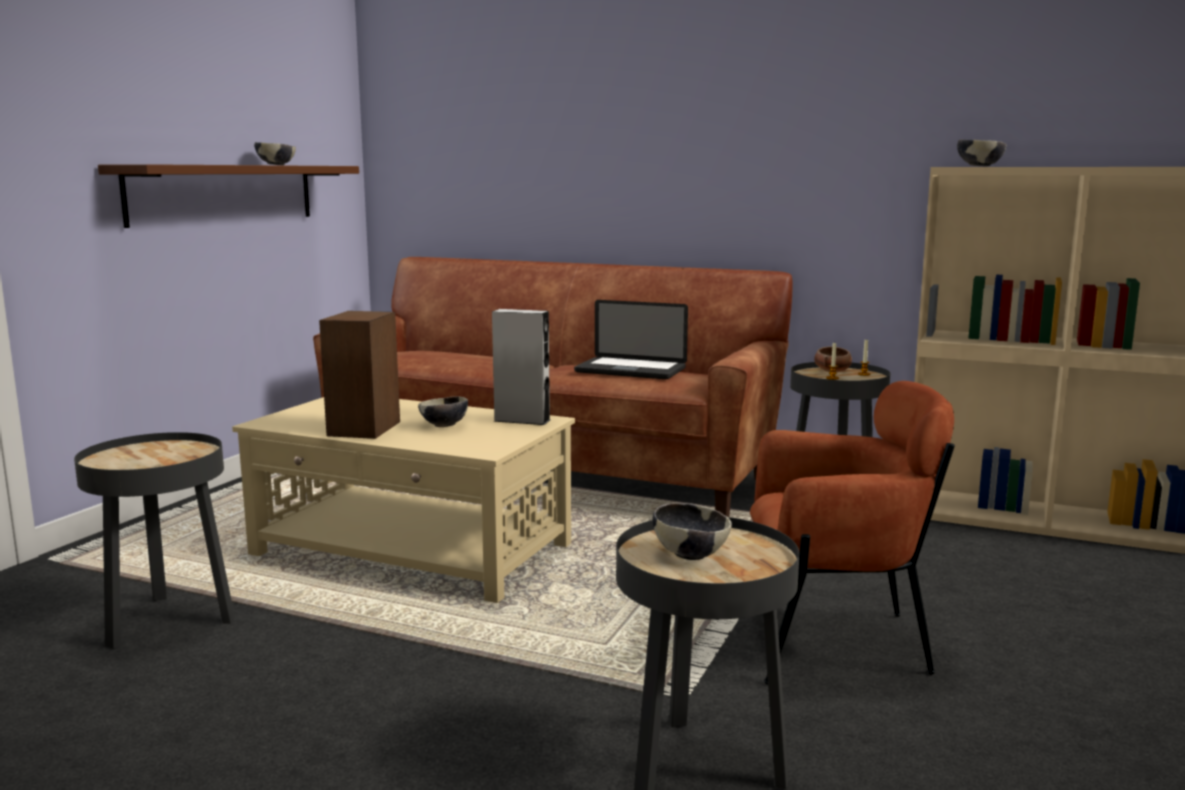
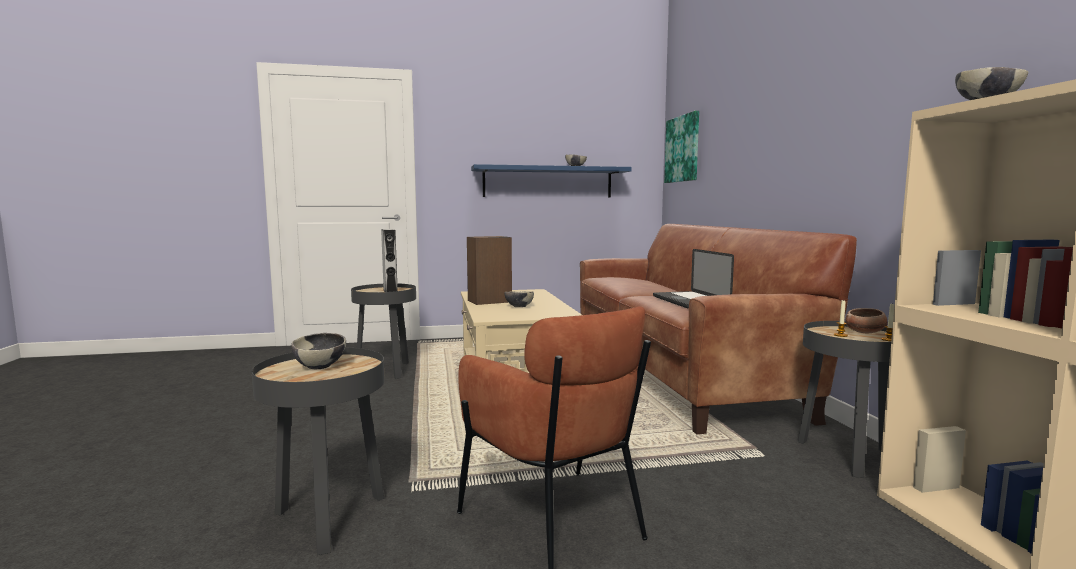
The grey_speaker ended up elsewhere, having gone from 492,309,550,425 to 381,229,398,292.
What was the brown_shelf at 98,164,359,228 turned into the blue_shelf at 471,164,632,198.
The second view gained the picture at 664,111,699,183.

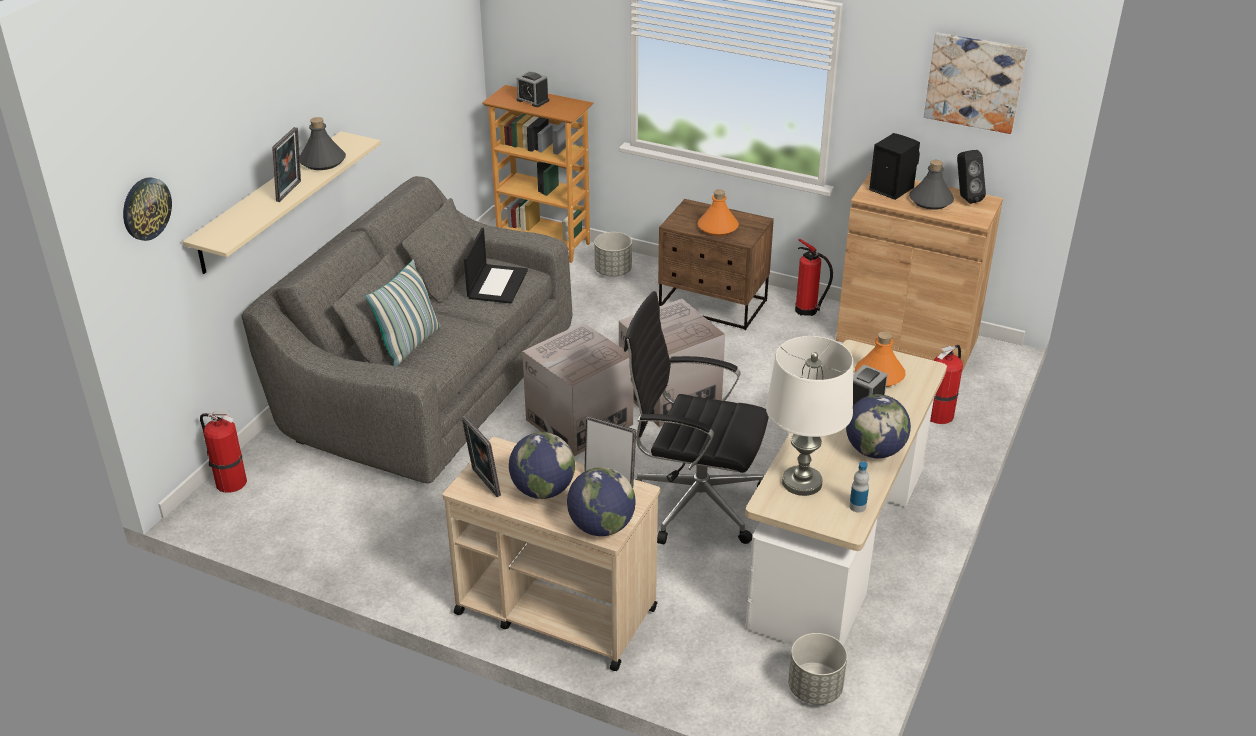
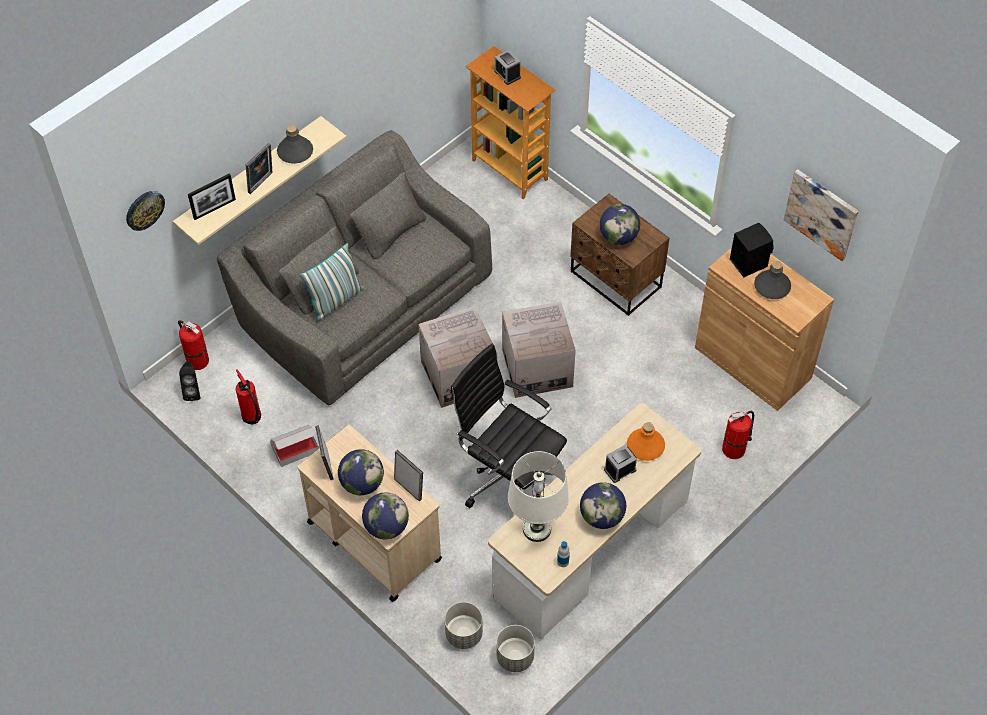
The black_speaker ended up elsewhere, having gone from 957,150,986,204 to 179,361,200,401.
The second view gained the picture_frame at 188,174,236,220.
The fire_extinguisher ended up elsewhere, having gone from 795,239,833,316 to 236,369,261,425.
The second view gained the cardboard_box at 270,424,319,467.
The grey_planter ended up elsewhere, having gone from 594,232,632,277 to 445,602,483,649.
Where the orange_bottle stood at 697,189,739,236, the globe came to stand at 600,204,640,245.
The second view lost the laptop at 464,228,528,304.

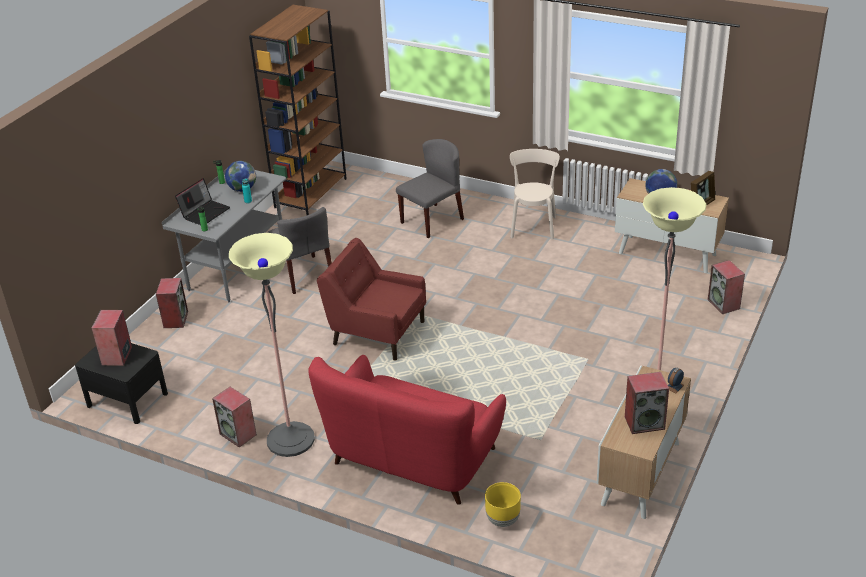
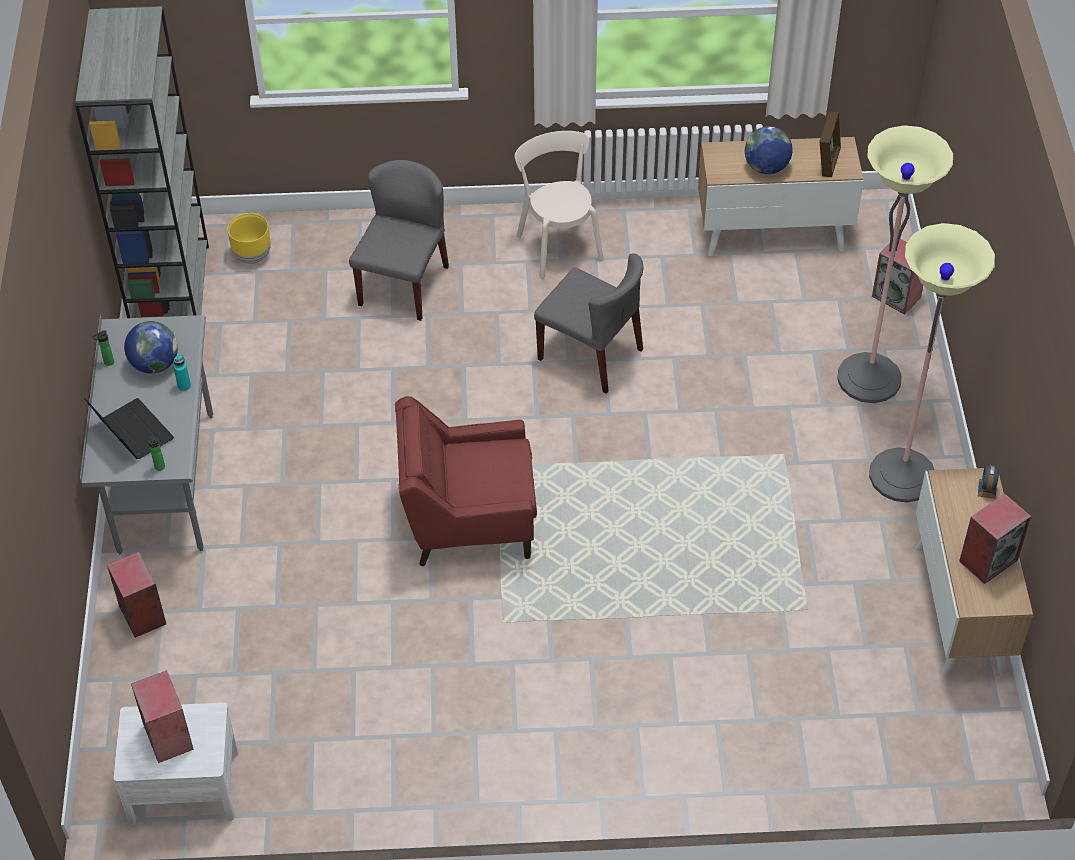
What was the brown_bookcase at 249,5,347,215 turned into the grey_bookcase at 75,6,209,318.
The laptop at 175,178,230,225 ended up facing another way, 45 degrees counterclockwise from before.
What was the black_nightstand at 75,343,168,424 turned into the white_nightstand at 113,703,238,825.
The yellow_planter ended up elsewhere, having gone from 485,482,521,527 to 227,213,271,264.
The grey_chair ended up elsewhere, having gone from 268,207,332,294 to 534,253,644,393.
The floor_lamp ended up elsewhere, having gone from 229,233,315,457 to 837,125,953,403.
The second view lost the speaker at 212,387,257,447.
The second view lost the red_sofa at 308,355,506,505.

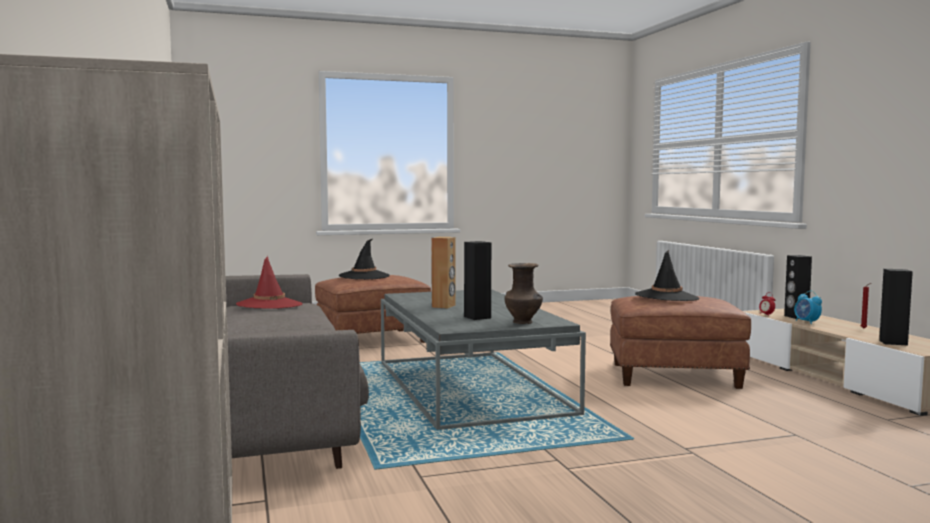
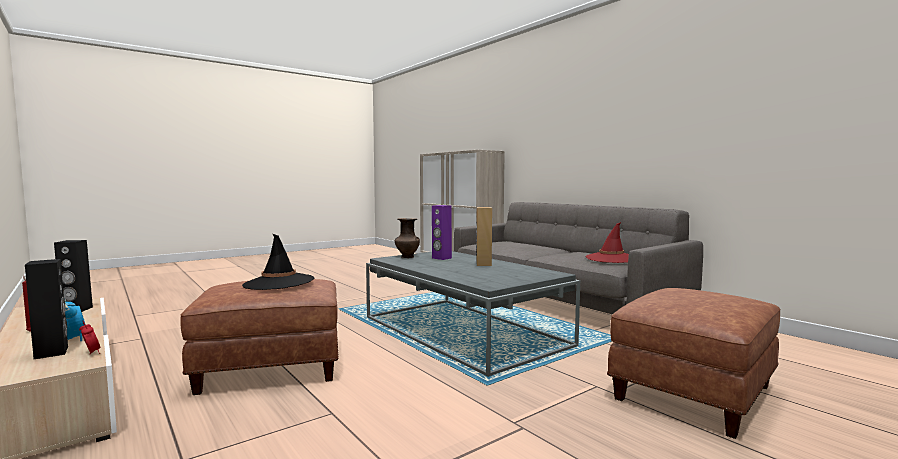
What was the black_speaker at 464,241,491,320 turned into the purple_speaker at 432,205,452,260.
The second view lost the black_hat at 339,239,390,280.

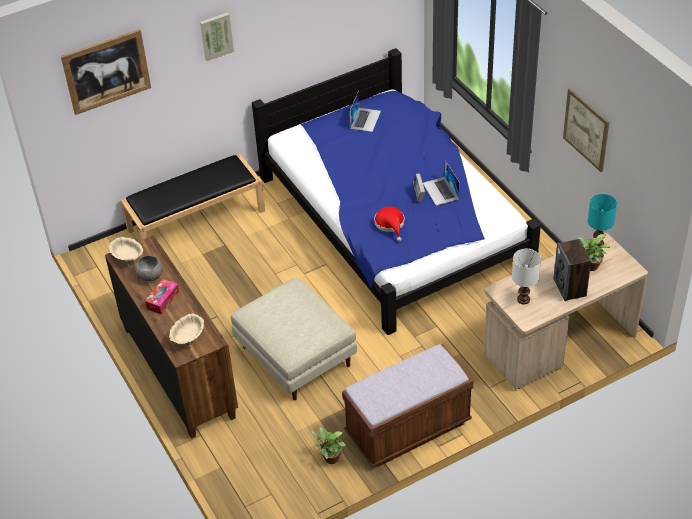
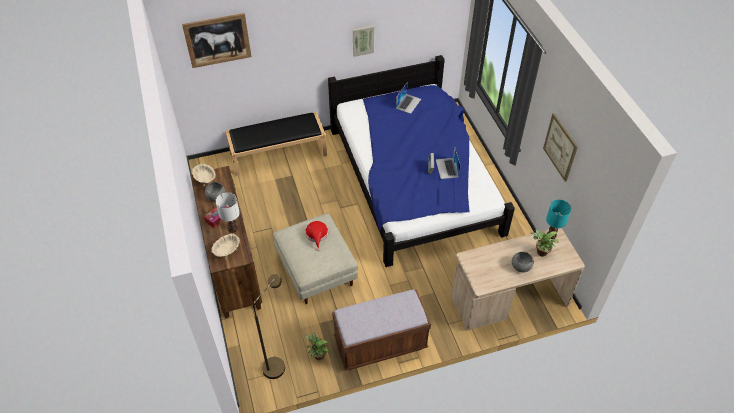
The white_table_lamp ended up elsewhere, having gone from 512,249,541,304 to 216,192,240,233.
The second view gained the brown_floor_lamp at 253,274,285,379.
The red_hat ended up elsewhere, having gone from 374,207,405,241 to 305,221,328,251.
The picture ended up elsewhere, having gone from 200,12,234,61 to 353,25,374,57.
Where the speaker stood at 553,239,591,301, the grey_bowl came to stand at 512,252,534,272.

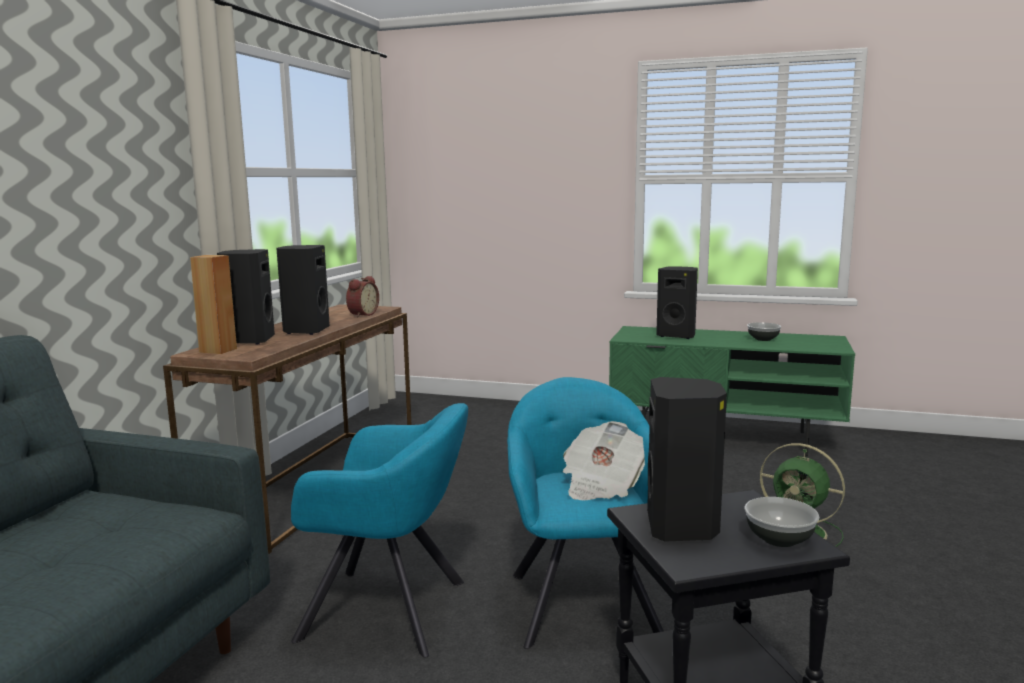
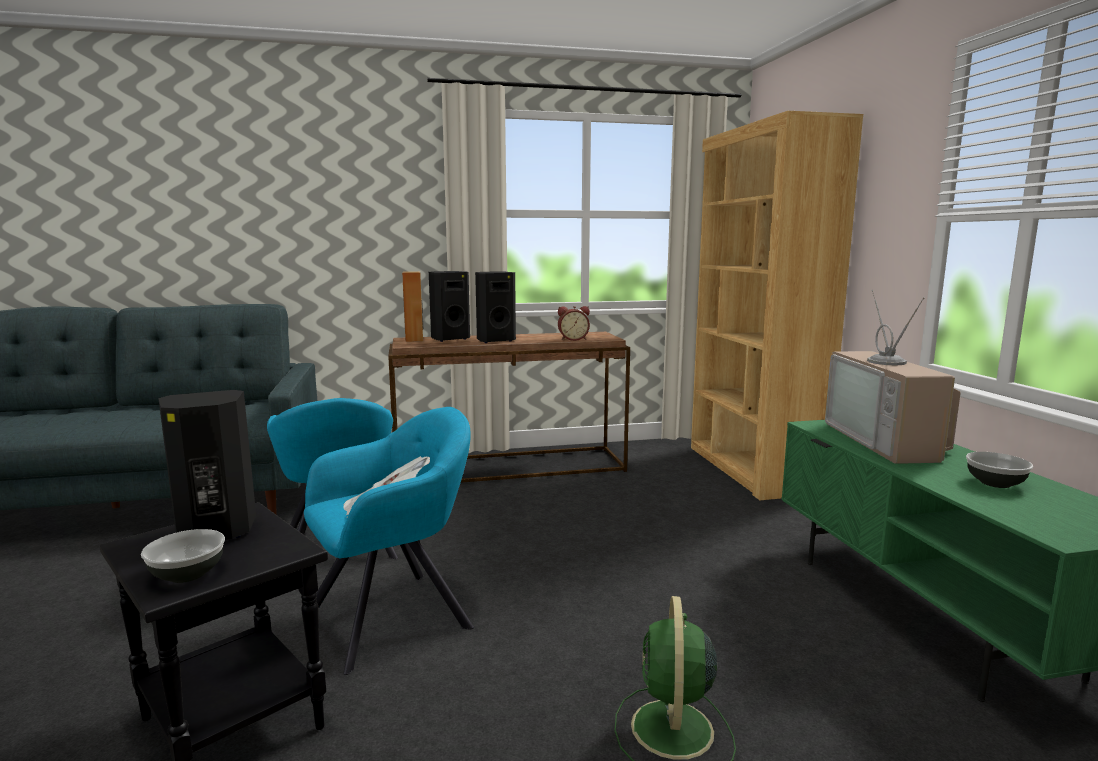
The second view gained the brown_bookcase at 691,111,863,500.
Where the black_speaker stood at 656,266,698,339, the television came to stand at 825,290,961,464.

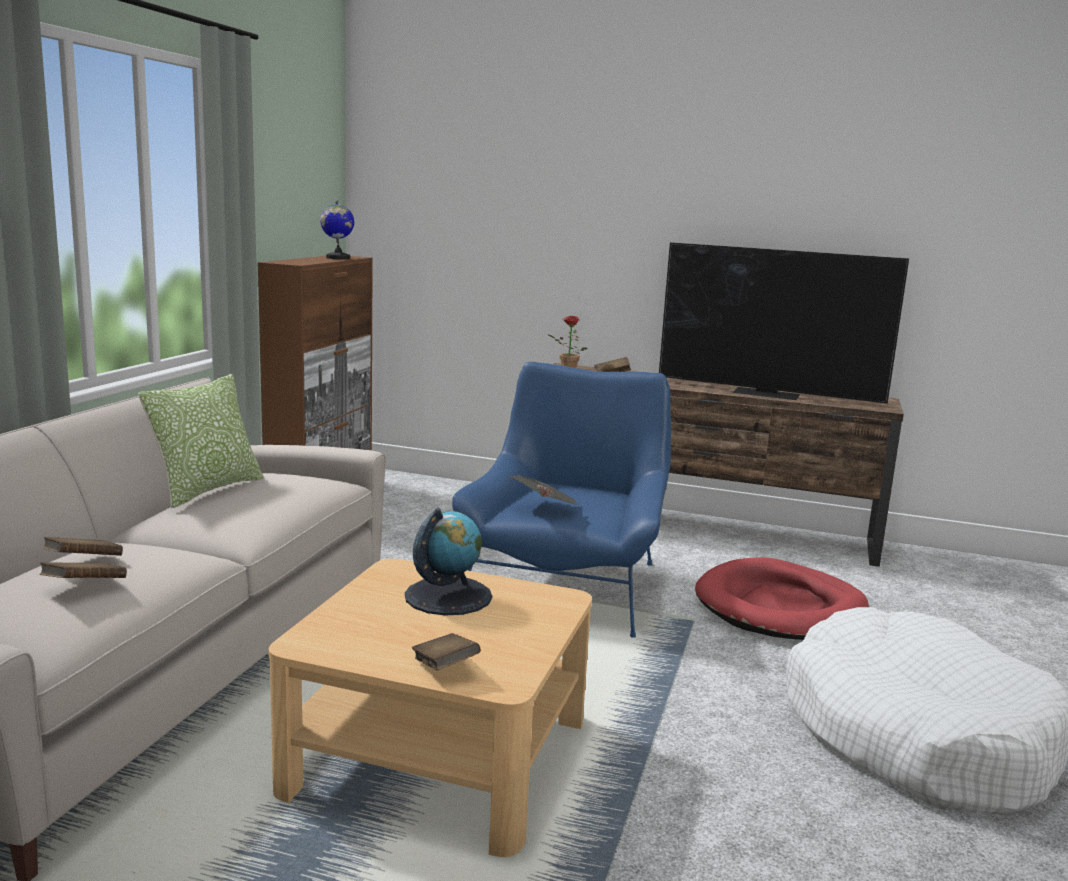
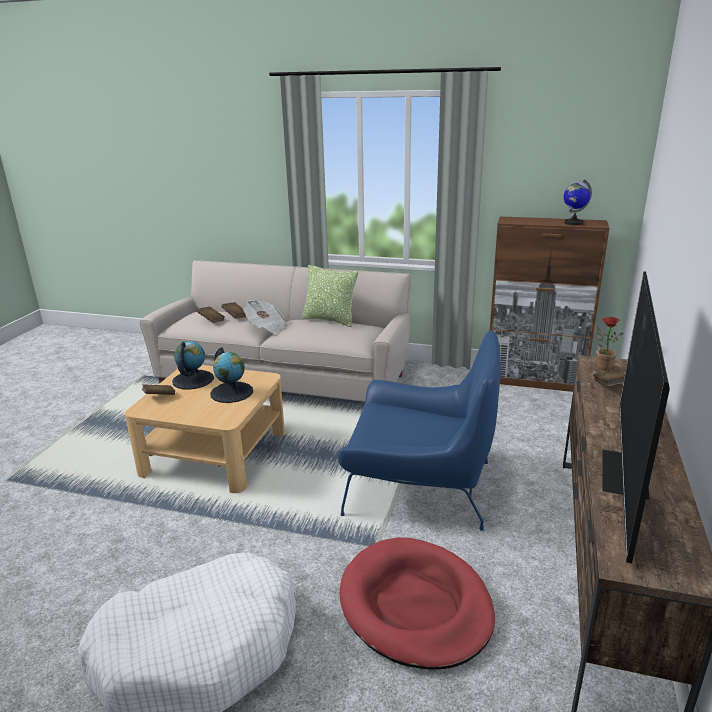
The second view gained the globe at 172,341,214,389.
The newspaper ended up elsewhere, having gone from 509,476,580,505 to 243,300,287,334.

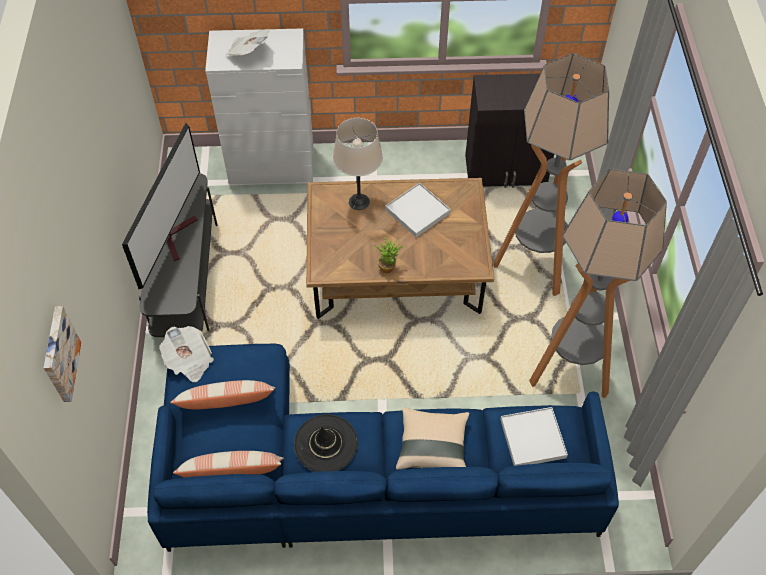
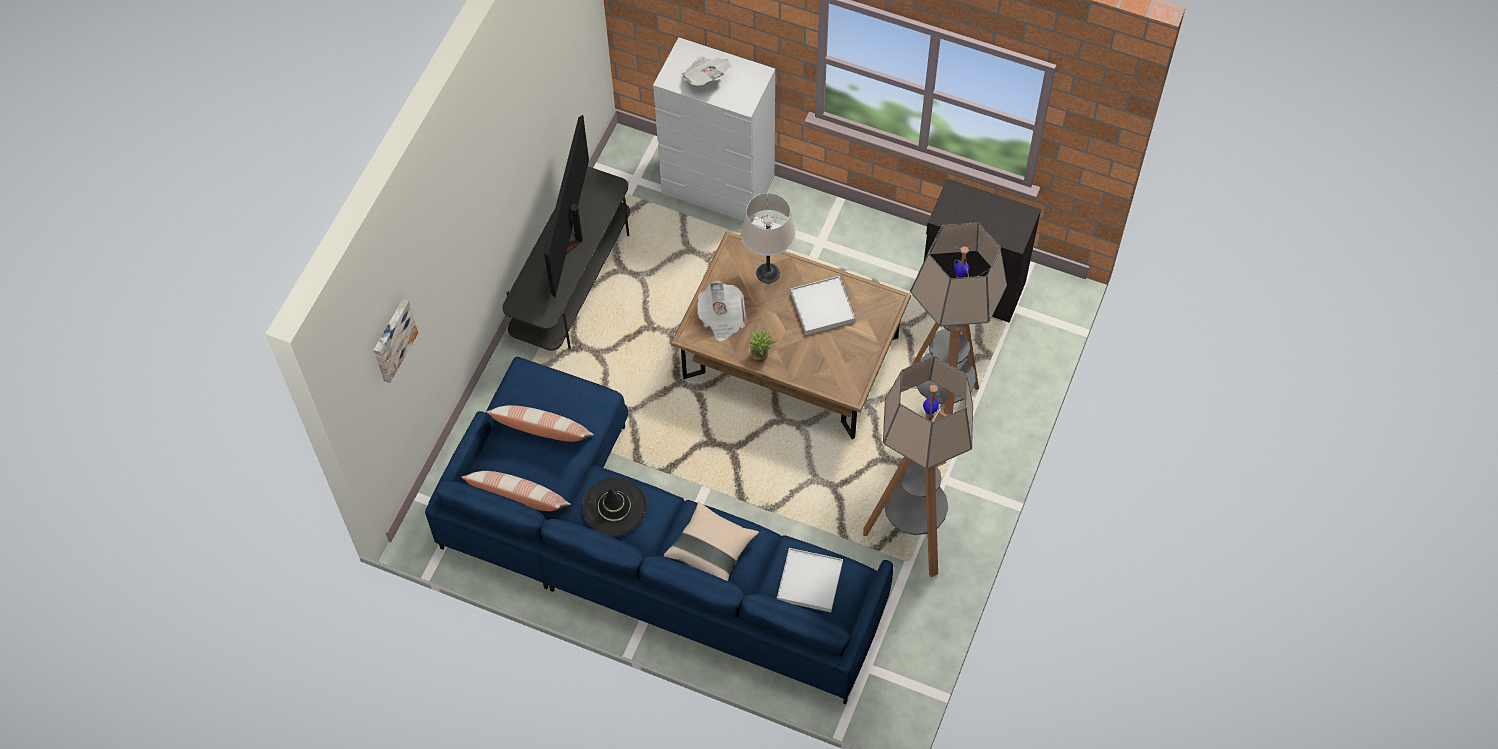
The television at 122,123,200,289 ended up facing another way, 150 degrees clockwise from before.
The newspaper ended up elsewhere, having gone from 159,326,214,382 to 697,280,746,341.

